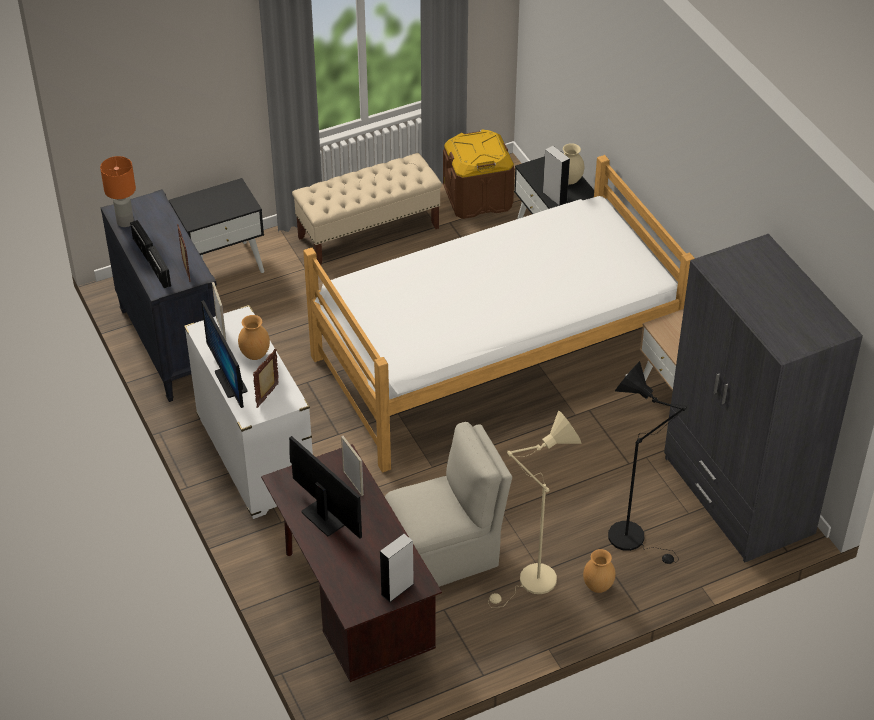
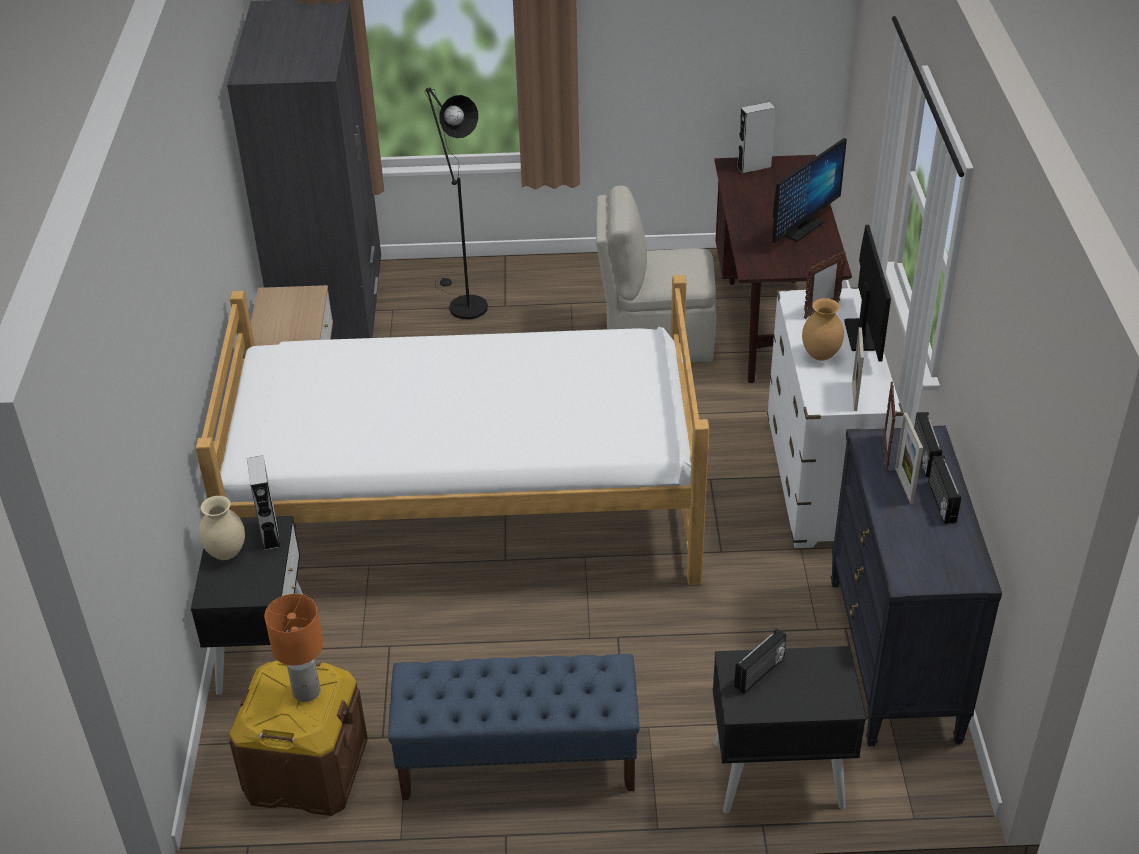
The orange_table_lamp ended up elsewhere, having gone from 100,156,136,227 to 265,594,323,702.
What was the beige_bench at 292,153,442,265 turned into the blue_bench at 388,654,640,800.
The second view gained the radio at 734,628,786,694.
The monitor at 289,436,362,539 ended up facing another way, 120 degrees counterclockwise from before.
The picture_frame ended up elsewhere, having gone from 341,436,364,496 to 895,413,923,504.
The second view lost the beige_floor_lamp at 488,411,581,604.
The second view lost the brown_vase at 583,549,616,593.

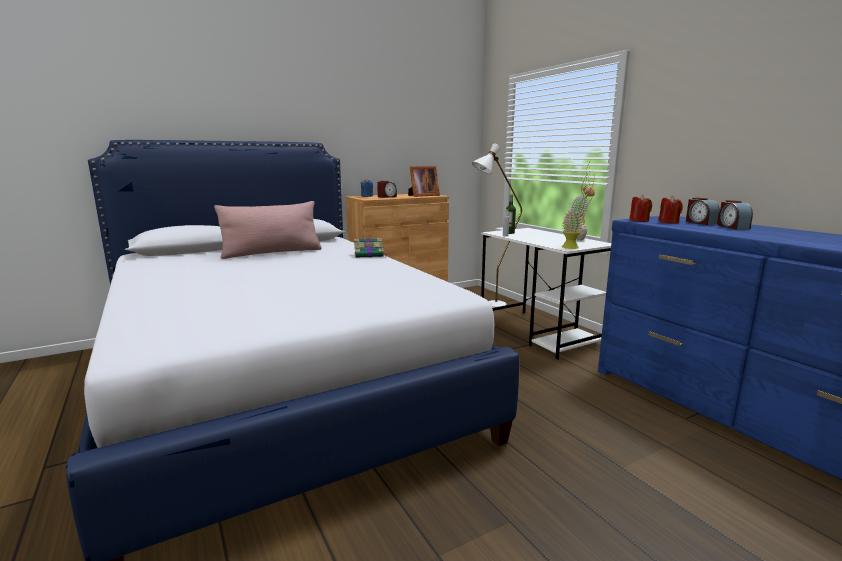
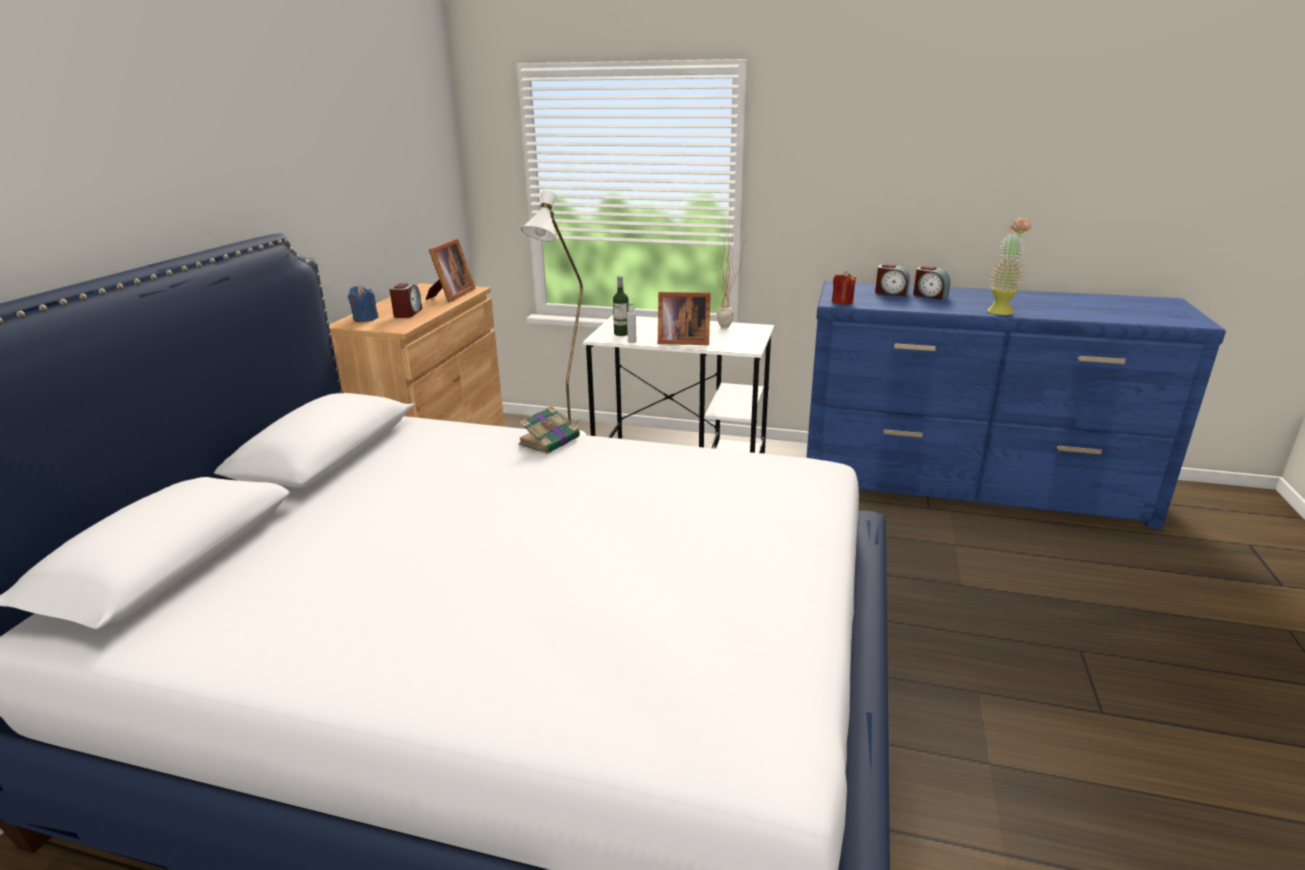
The second view gained the picture_frame at 658,292,711,345.
The potted_plant ended up elsewhere, having gone from 562,186,595,249 to 987,218,1031,315.
The second view lost the pink_pillow at 214,201,321,259.
The second view lost the red_candle at 658,196,683,224.

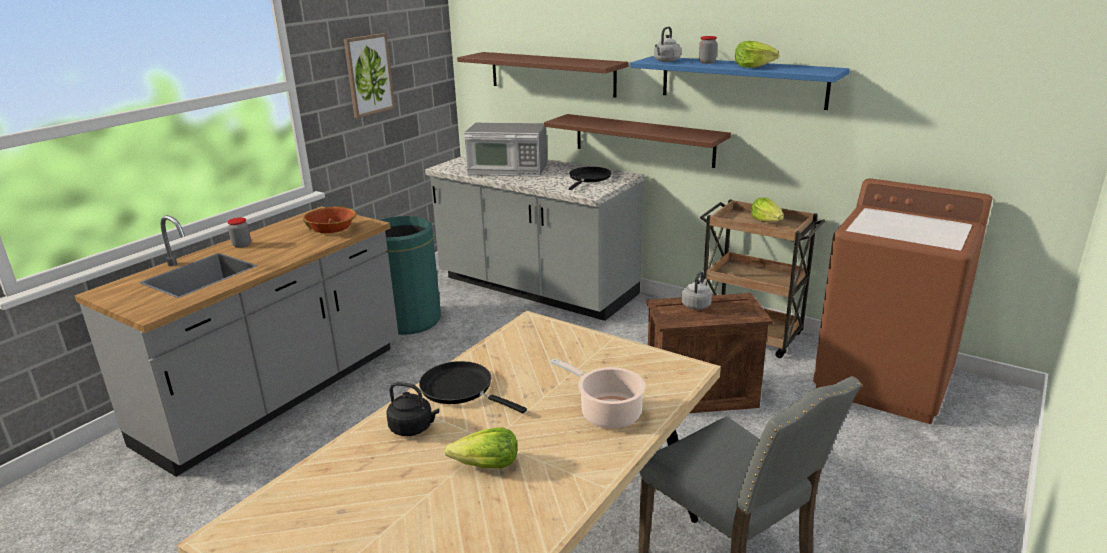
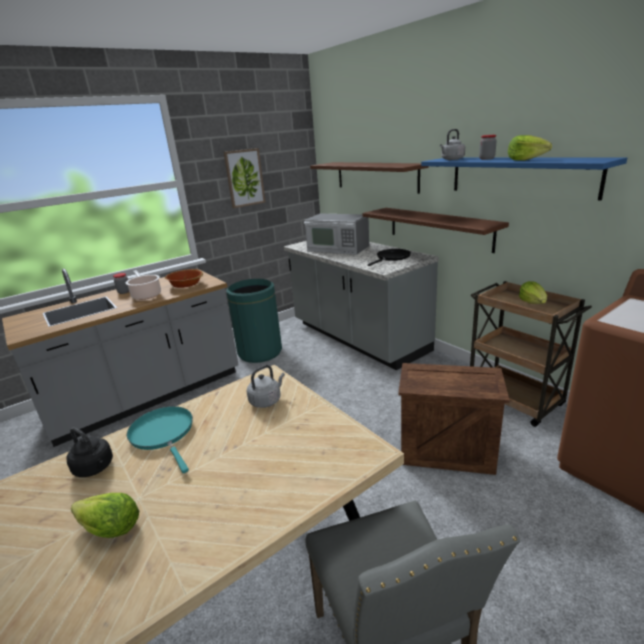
The cooking_pot ended up elsewhere, having gone from 550,358,646,429 to 126,270,161,300.
What was the black_frying_pan at 419,361,527,413 turned into the turquoise_frying_pan at 127,406,193,473.
The grey_kettle ended up elsewhere, having gone from 682,271,712,309 to 247,365,285,408.

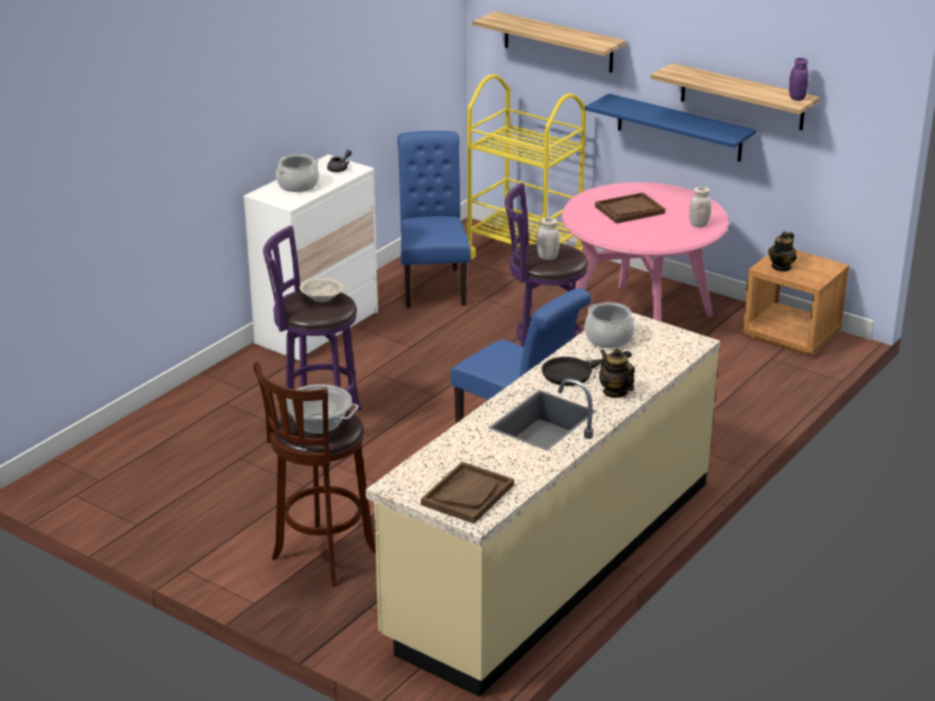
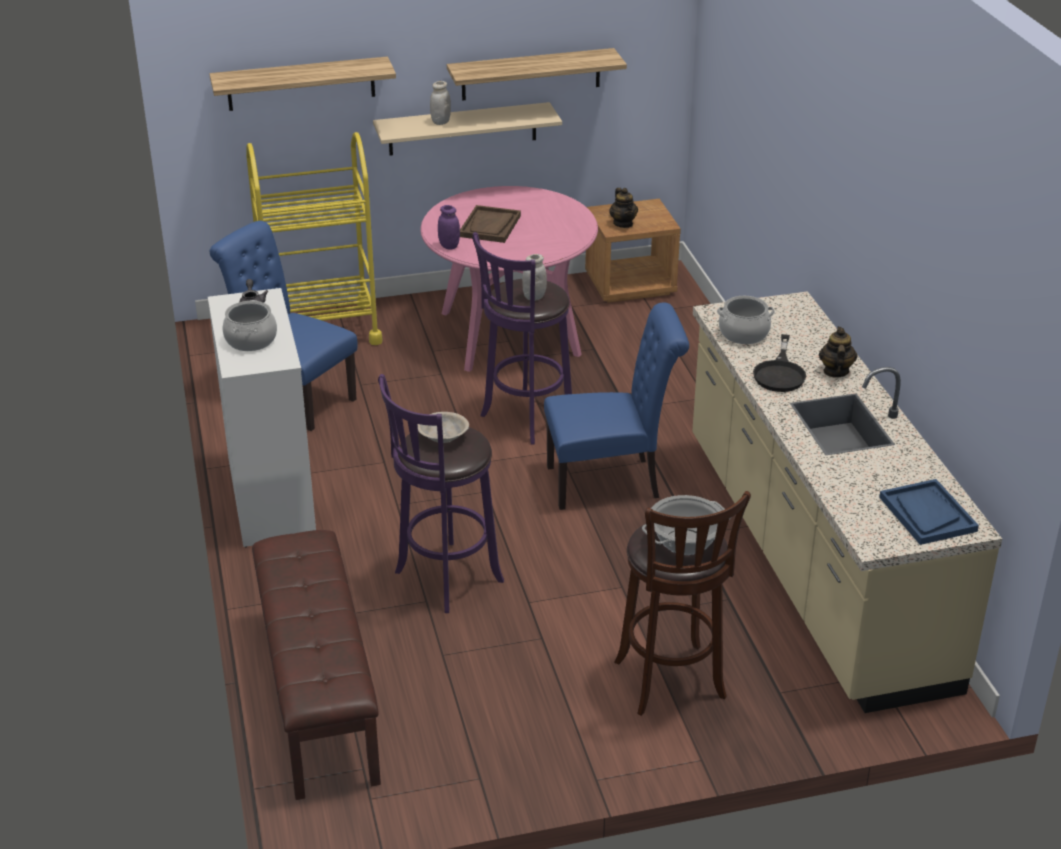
The second view gained the brown_bench at 252,530,381,800.
What was the blue_shelf at 585,94,756,162 turned into the beige_shelf at 373,102,562,156.
The white_jar ended up elsewhere, having gone from 689,187,711,227 to 430,81,451,125.
The purple_jar ended up elsewhere, having gone from 789,58,808,101 to 438,205,460,249.
The teapot at 599,348,635,398 ended up facing another way, 90 degrees clockwise from before.
What was the brown_tray at 421,462,514,524 turned into the blue_tray at 879,479,979,545.

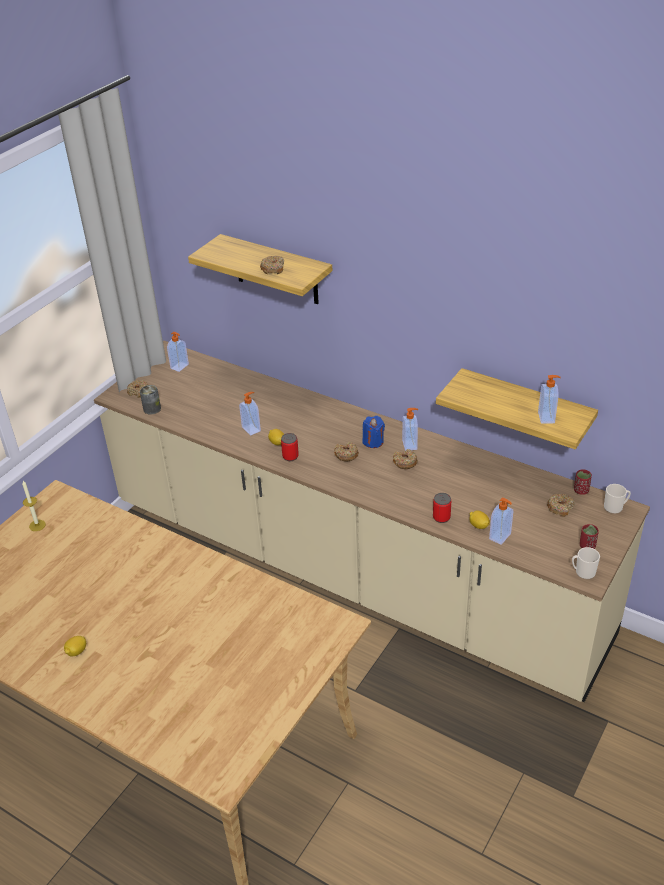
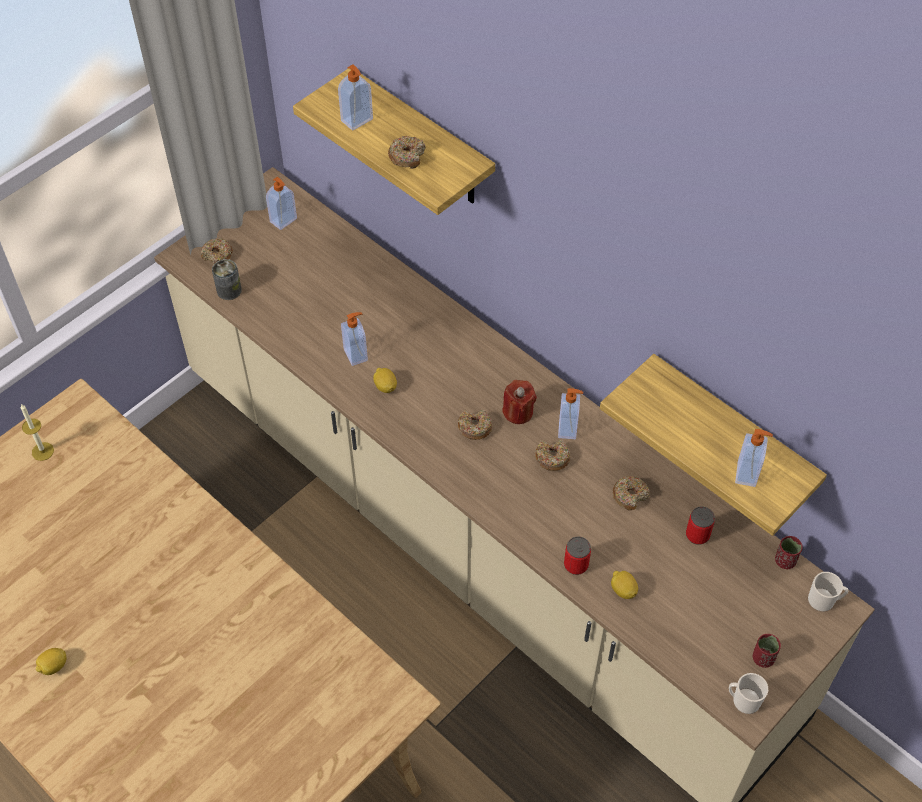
The soap_dispenser ended up elsewhere, having gone from 489,498,513,545 to 338,64,373,131.
What was the blue_candle at 362,416,385,448 turned into the red_candle at 502,380,537,424.
The donut ended up elsewhere, having gone from 547,493,575,517 to 613,476,650,511.
The can ended up elsewhere, having gone from 281,433,299,461 to 686,507,715,545.

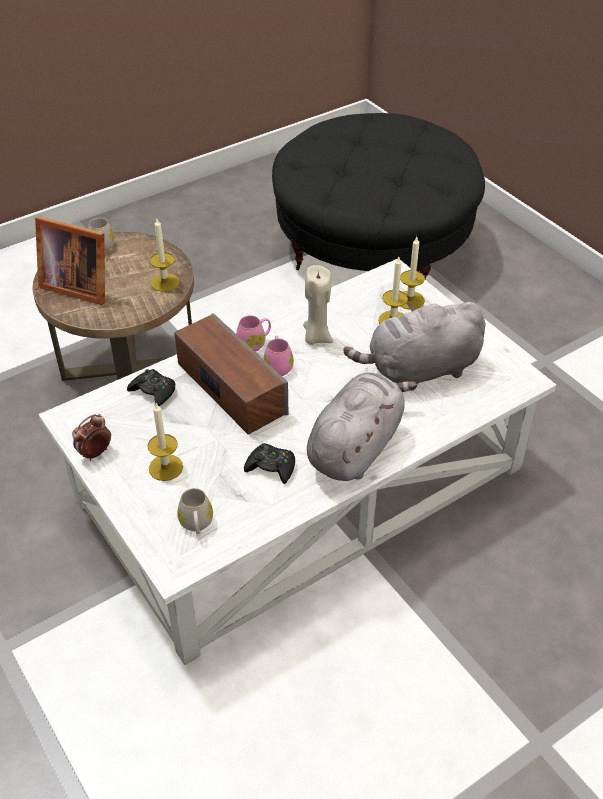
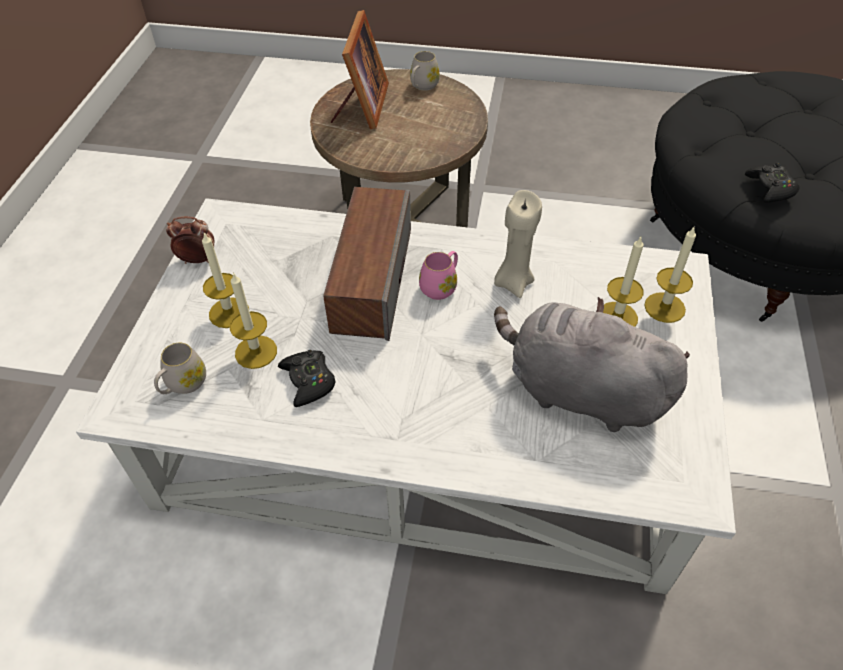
The candle ended up elsewhere, having gone from 150,219,179,292 to 230,273,277,369.
The picture_frame at 35,216,105,305 ended up facing another way, 150 degrees counterclockwise from before.
The black_game_controller ended up elsewhere, having gone from 127,369,175,406 to 745,163,799,203.
The second view lost the pink_mug at 236,315,271,352.
The second view lost the grey_plush_toy at 307,372,417,481.

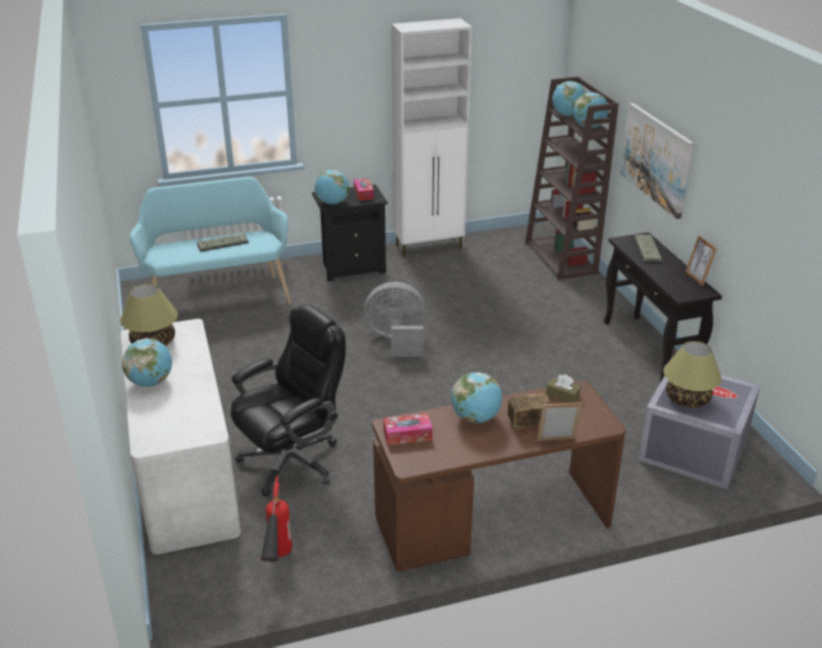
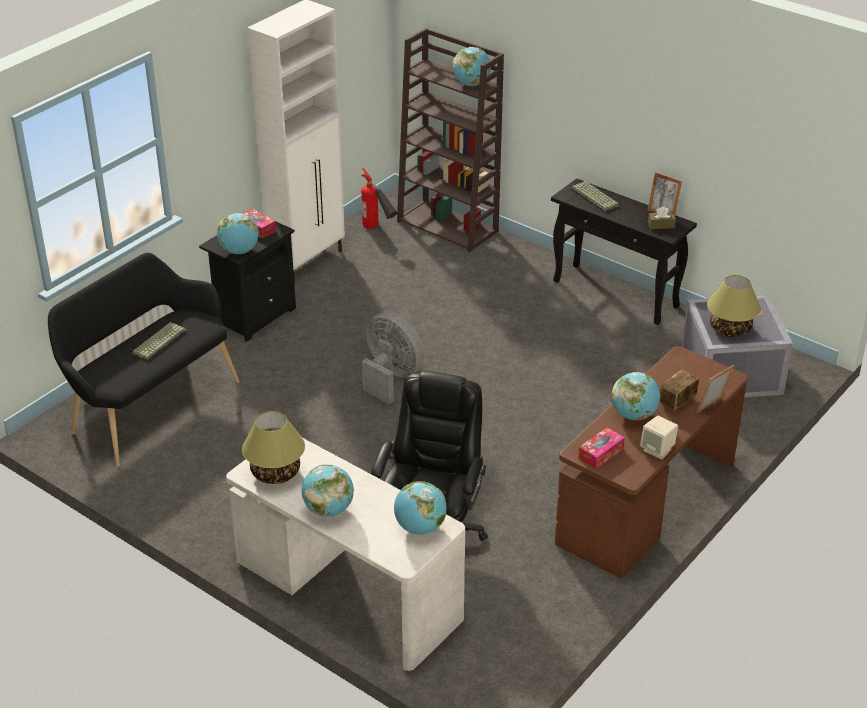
What was the turquoise_bench at 130,177,291,304 turned into the black_bench at 48,253,240,467.
The fire_extinguisher ended up elsewhere, having gone from 260,476,292,562 to 361,168,398,229.
The grey_fan at 364,282,426,357 ended up facing another way, 75 degrees clockwise from before.
The globe ended up elsewhere, having gone from 552,81,586,116 to 394,481,447,535.
The second view gained the beige_speaker at 640,416,678,460.
The brown_tissue_box ended up elsewhere, having gone from 546,374,581,403 to 648,206,676,229.
The second view lost the picture at 620,103,694,219.

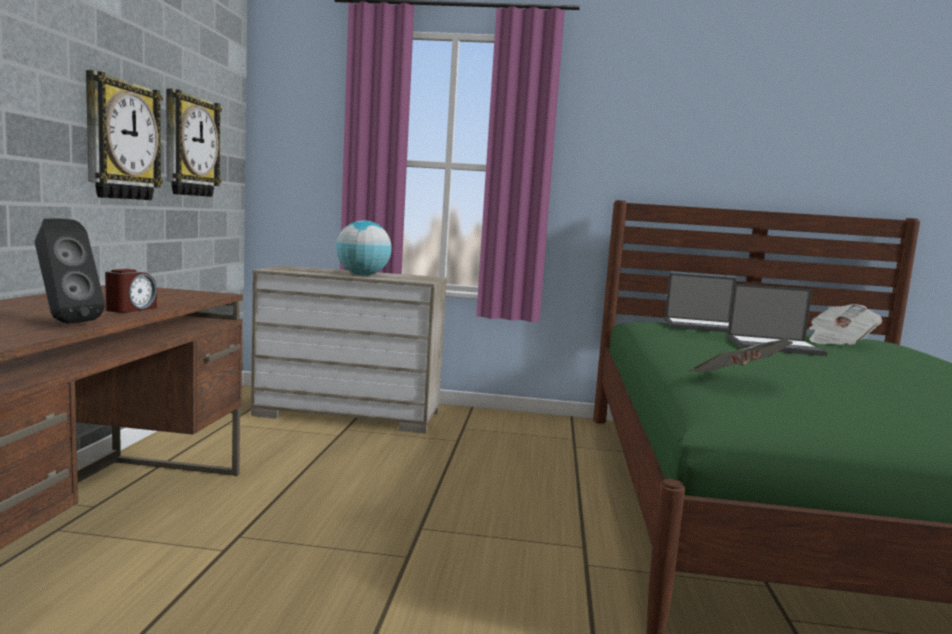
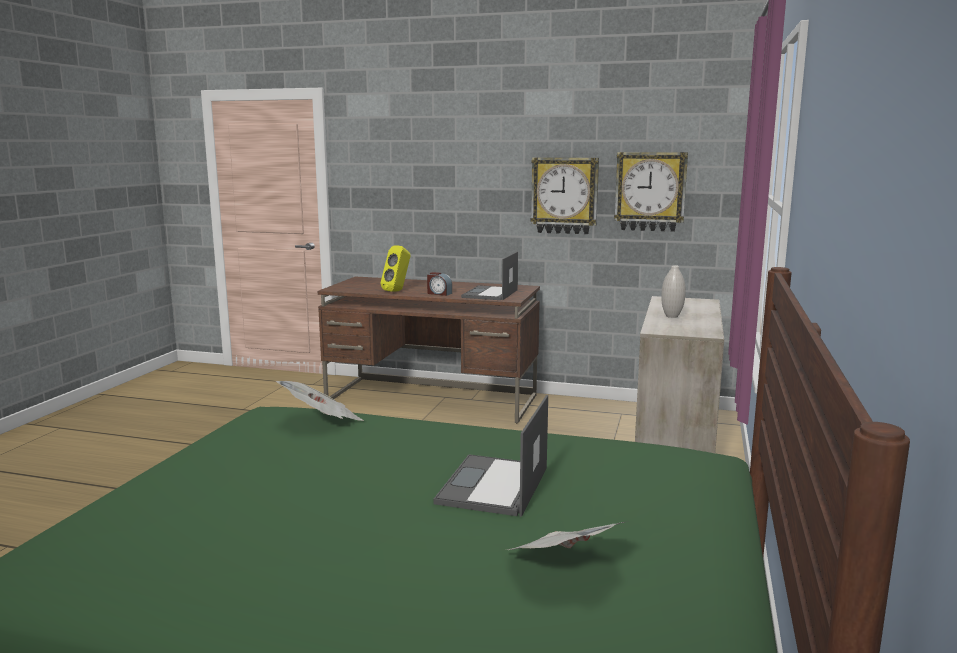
What was the black_speaker at 35,219,105,323 turned into the yellow_speaker at 380,245,410,292.
The laptop ended up elsewhere, having gone from 664,273,736,332 to 461,251,518,300.
Where the globe stood at 336,220,392,276, the white_vase came to stand at 661,265,686,318.

